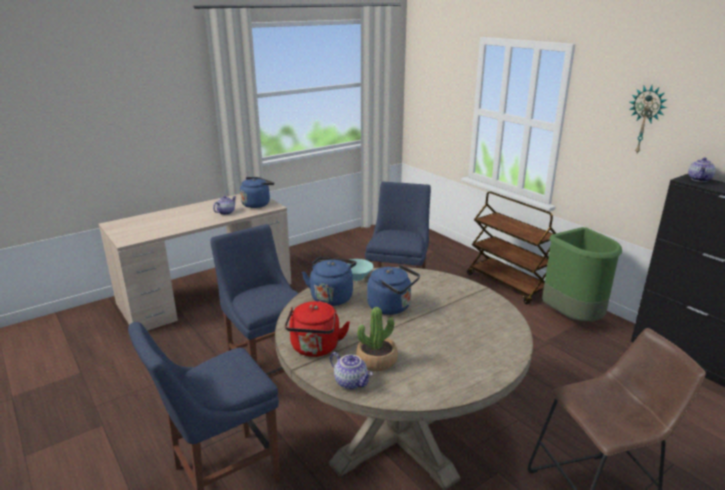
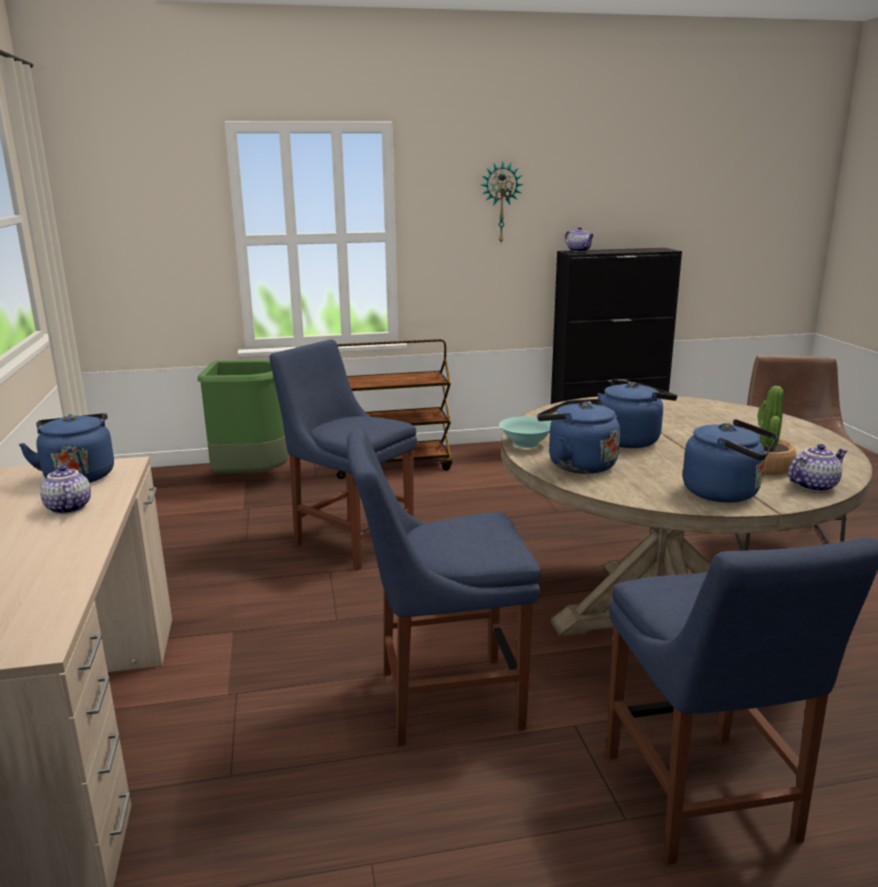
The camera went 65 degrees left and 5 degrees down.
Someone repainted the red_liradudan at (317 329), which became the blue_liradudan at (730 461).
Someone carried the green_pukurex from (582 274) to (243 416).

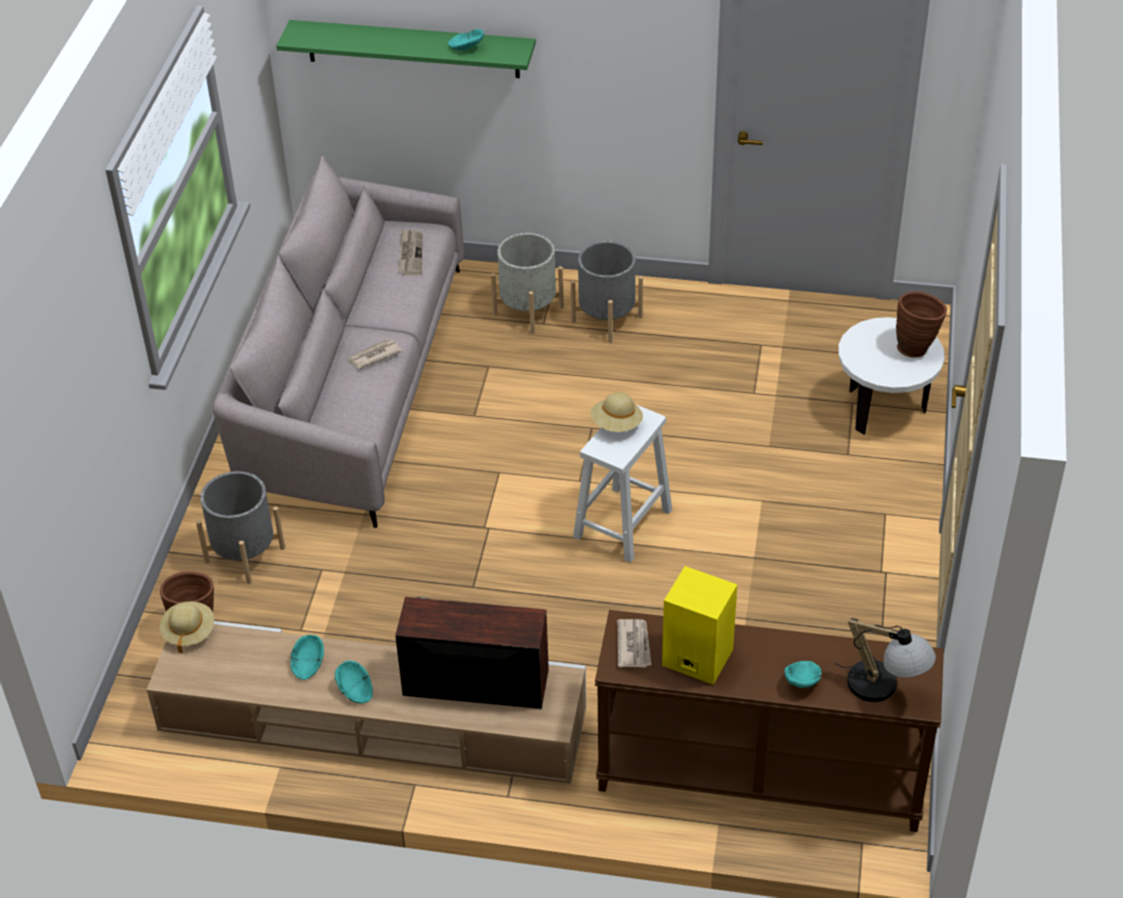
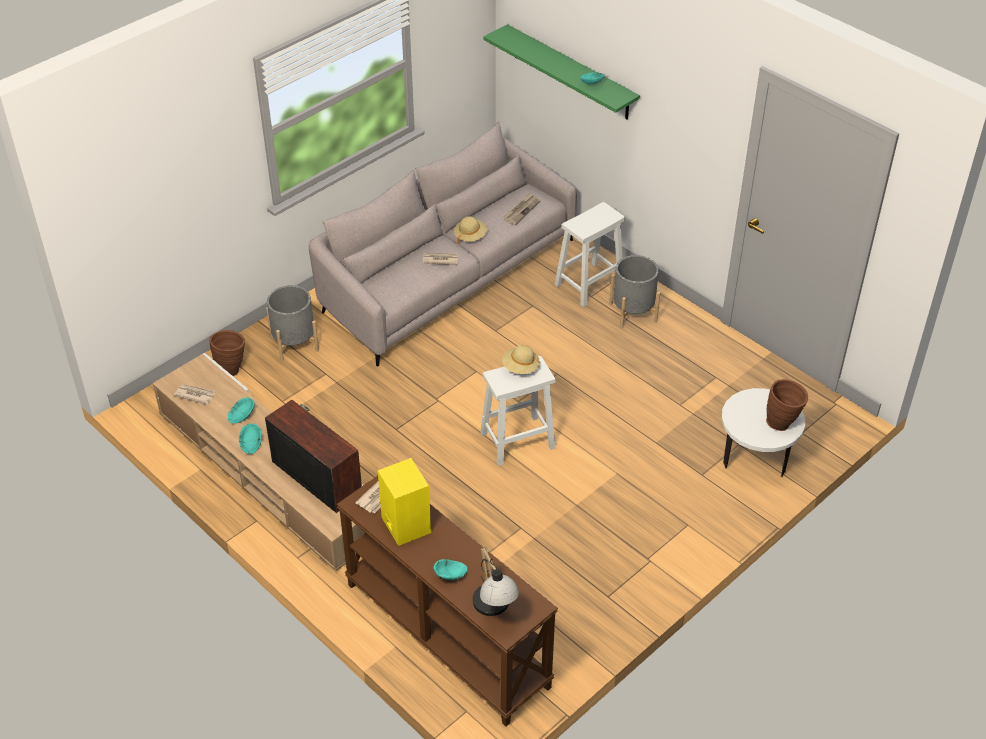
The camera went 35 degrees right and 0 degrees up.
Someone carried the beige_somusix from (187 628) to (470 230).
Someone swapped the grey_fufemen at (527 283) for the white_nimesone at (590 254).
Someone put down the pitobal at (194 394).

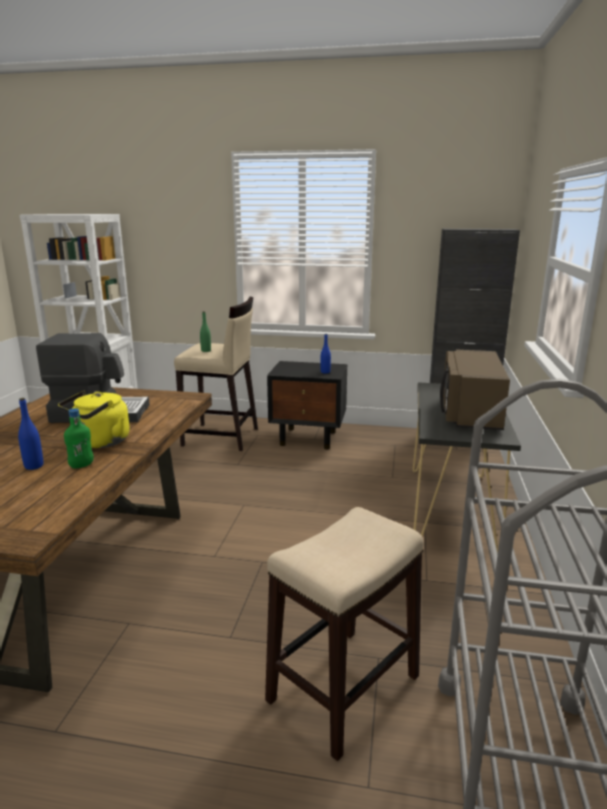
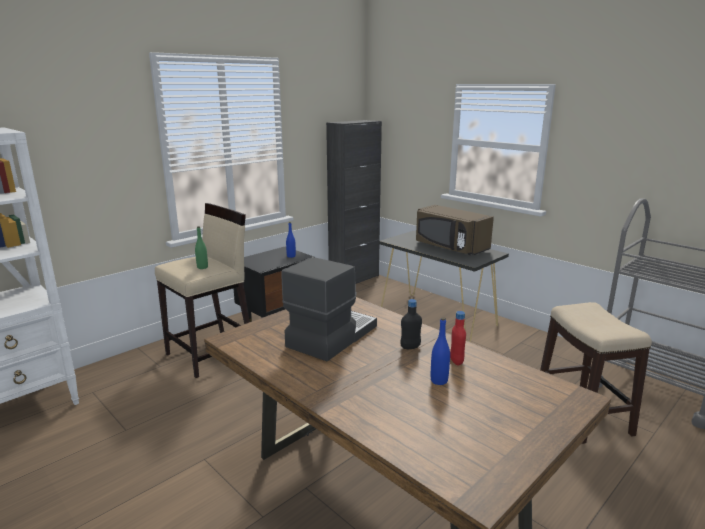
The camera went 55 degrees left and 0 degrees up.
Someone swapped the yellow_liradudan at (94 419) for the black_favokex at (411 324).
Someone repainted the green_favokex at (79 438), which became the red_favokex at (458 338).

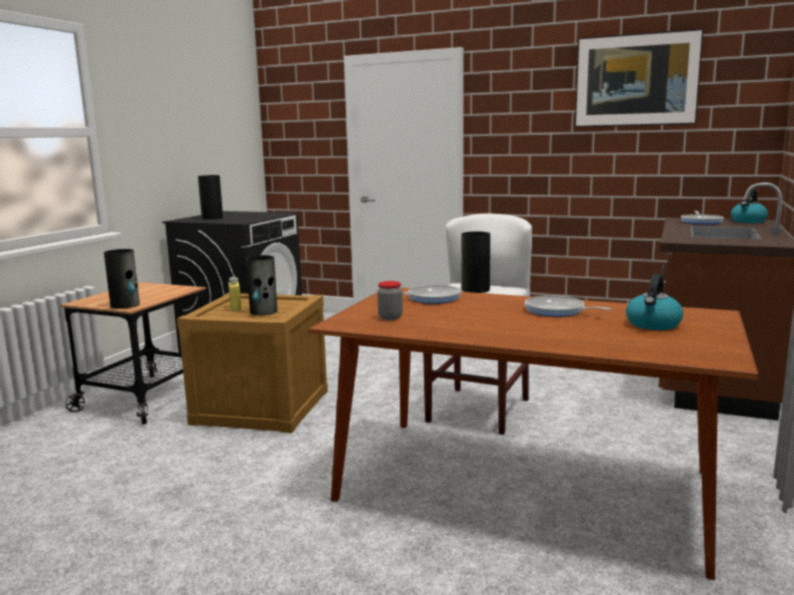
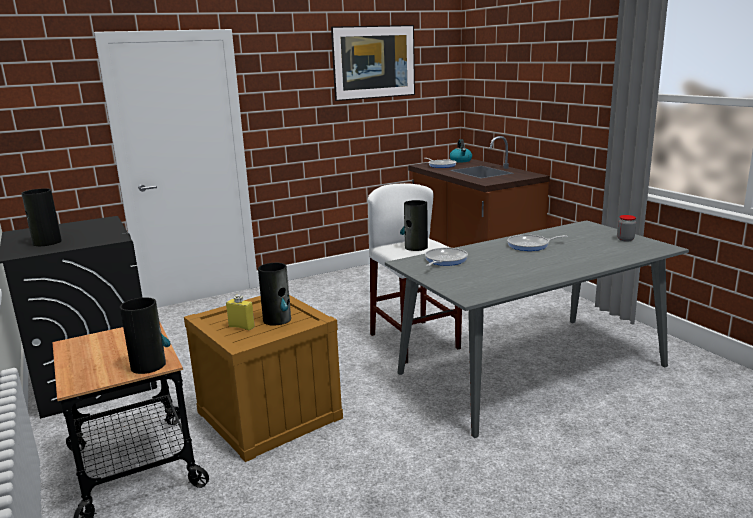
The camera went 50 degrees left and 5 degrees up.
Someone repainted the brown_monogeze at (533 433), which became the grey_monogeze at (537 329).
Someone carried the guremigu from (390 300) to (626 228).
Someone took away the liradudan at (654 302).

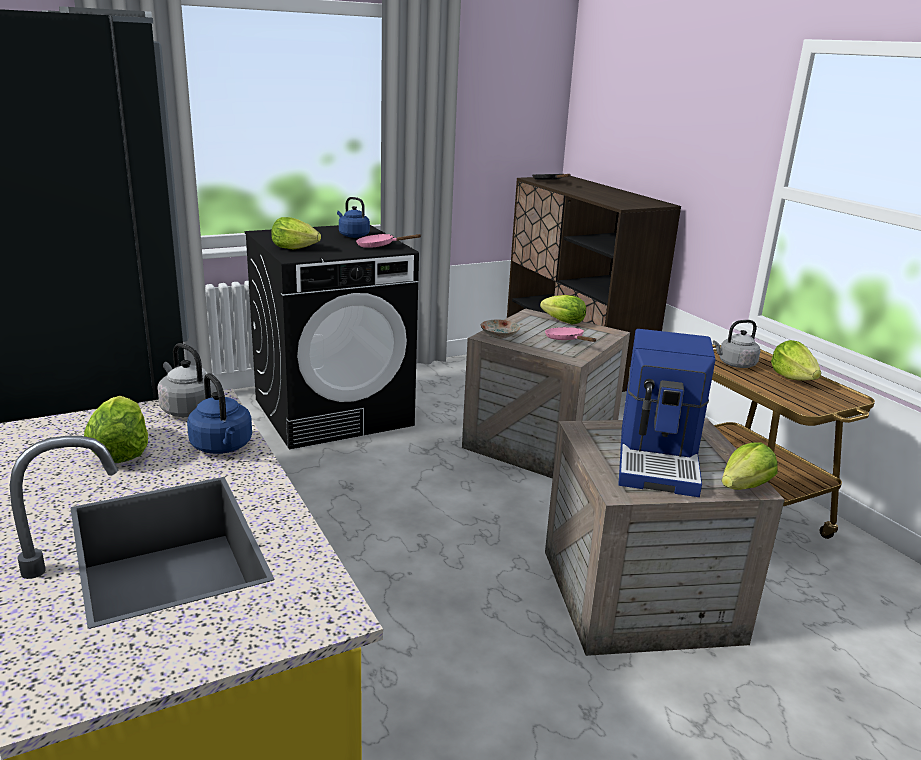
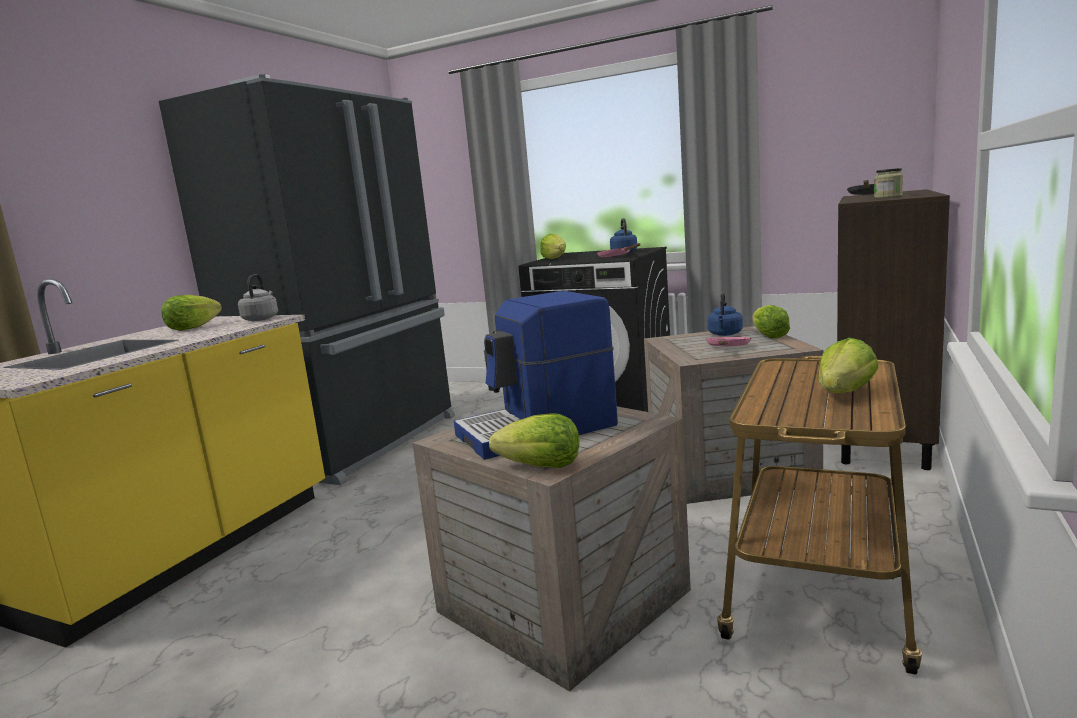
The camera went 55 degrees right and 10 degrees down.
Someone carried the blue_liradudan from (219 413) to (725 314).
Someone took away the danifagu at (500 329).
Someone took away the grey_liradudan at (736 344).
Someone put down the guremigu at (888 183).

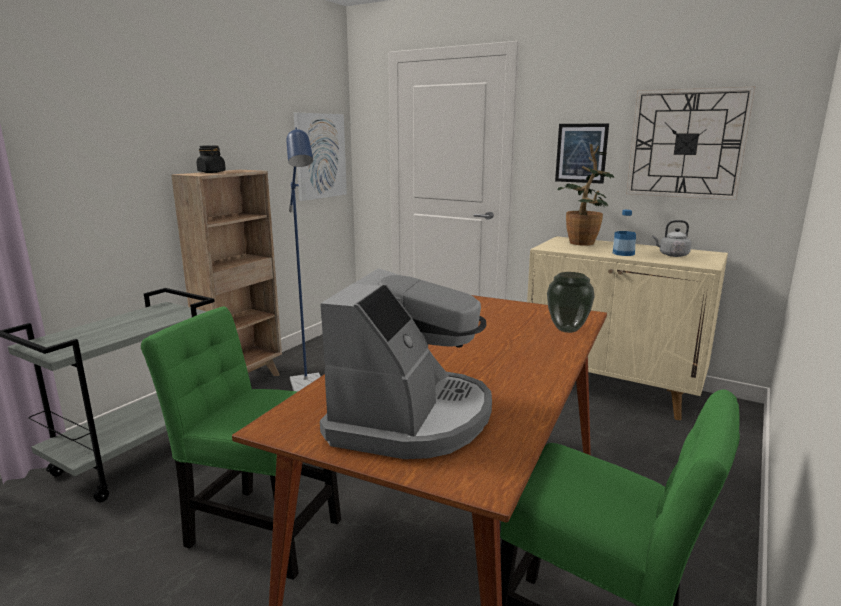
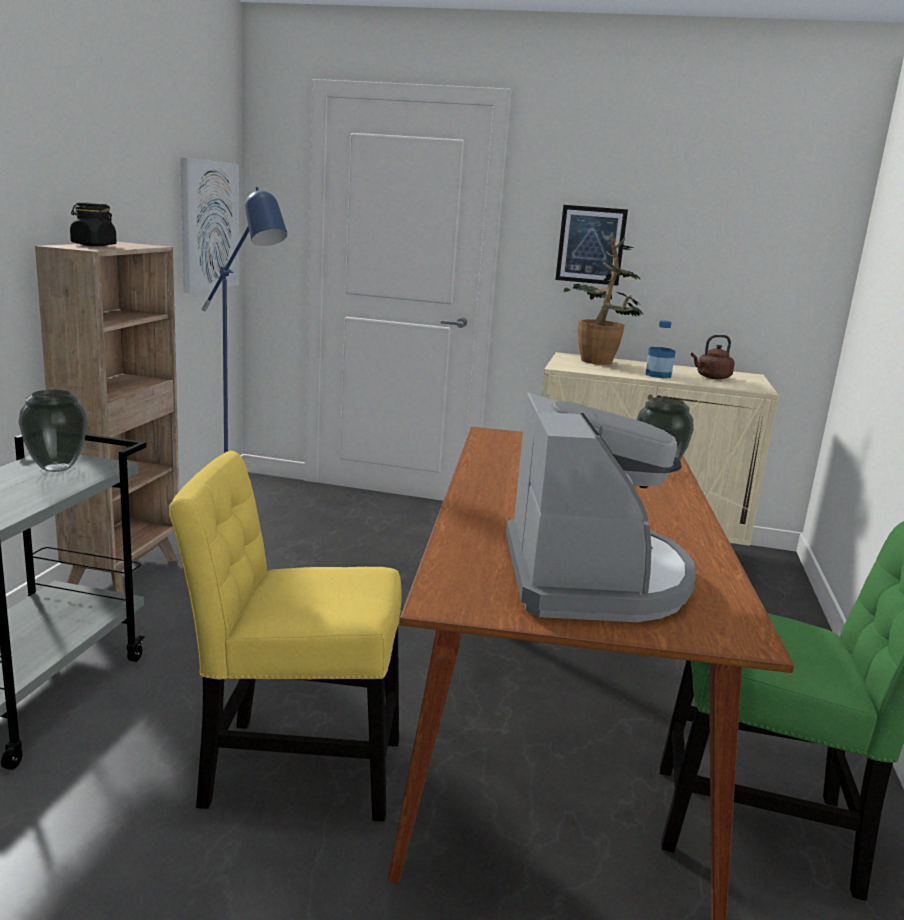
The camera went 20 degrees left and 0 degrees up.
Someone repainted the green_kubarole at (241 443), which became the yellow_kubarole at (285 636).
Someone took away the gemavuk at (690 143).
Someone repainted the grey_liradudan at (672 238), which became the brown_liradudan at (713 357).
Someone put down the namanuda at (52 431).

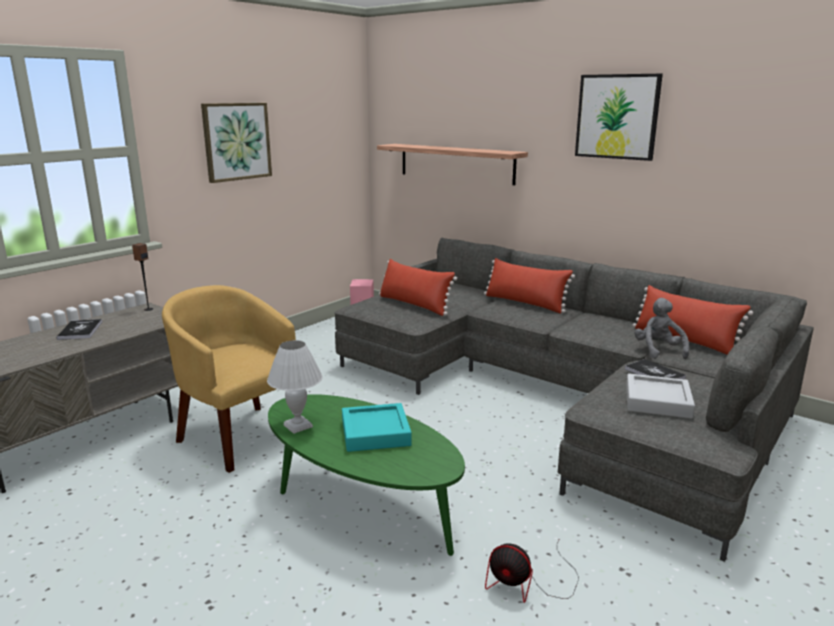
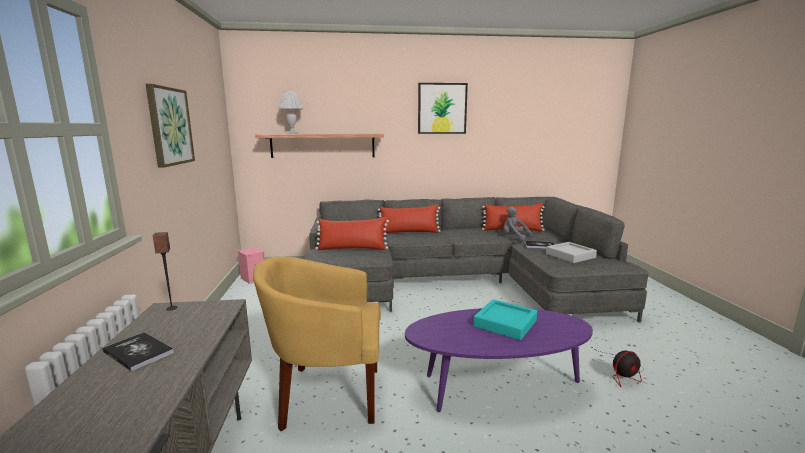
The camera went 45 degrees left and 5 degrees down.
Someone carried the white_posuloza from (295 387) to (290 112).
Someone repainted the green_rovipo at (366 475), which became the purple_rovipo at (499 360).

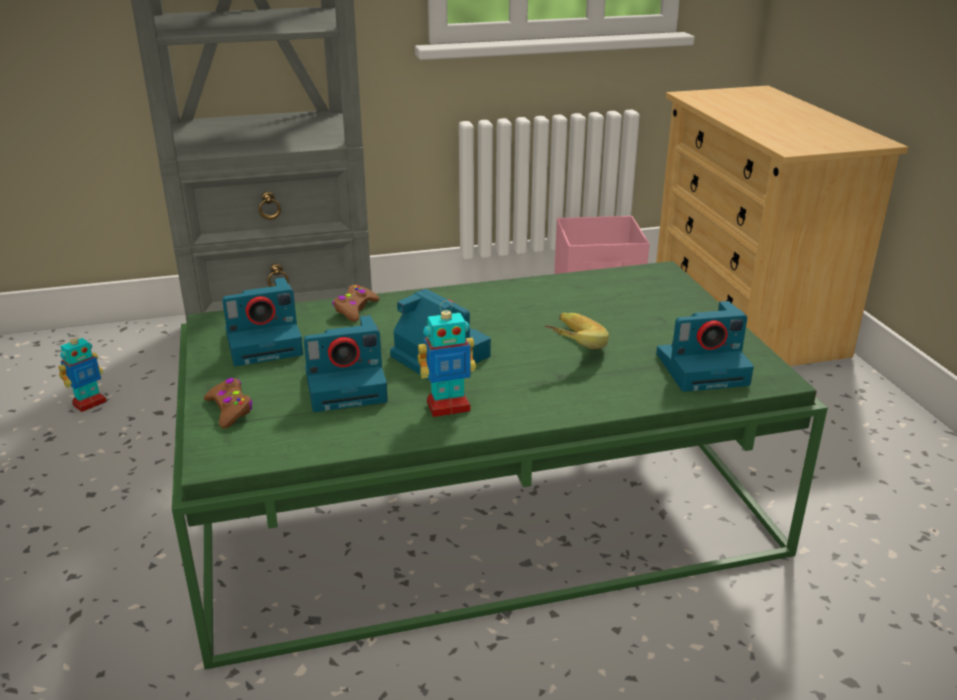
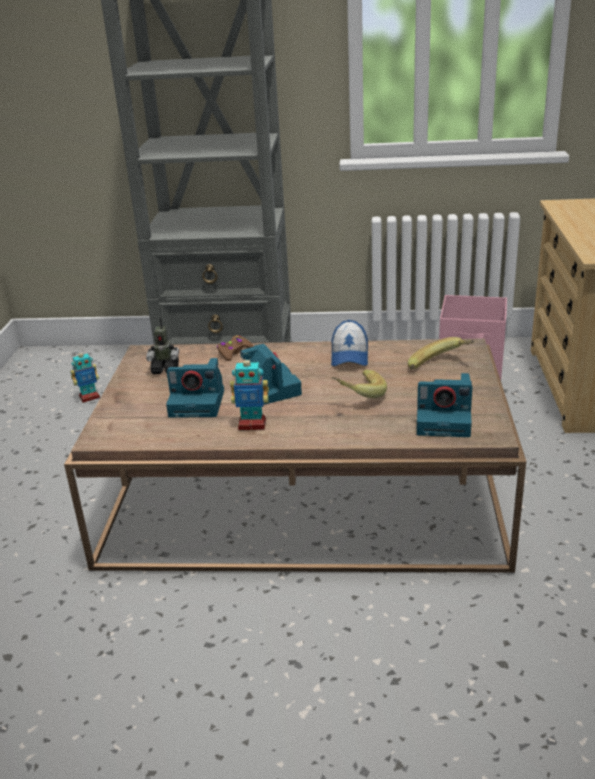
The camera went 20 degrees right and 0 degrees up.
Someone repainted the green_rovipo at (500 466), which became the brown_rovipo at (295 455).
Someone took away the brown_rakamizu at (228 403).
Someone swapped the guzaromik at (262 321) for the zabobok at (162 345).
Someone put down the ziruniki at (349 343).
Someone put down the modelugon at (441 353).

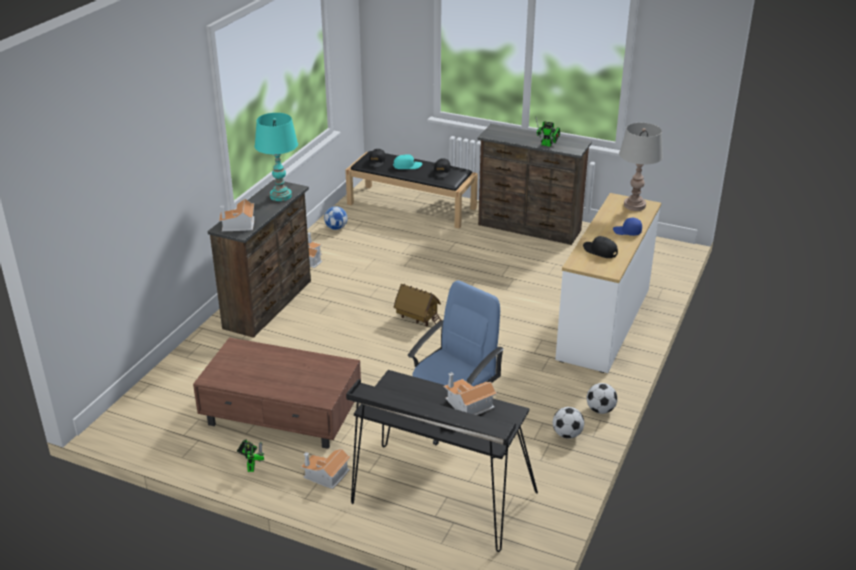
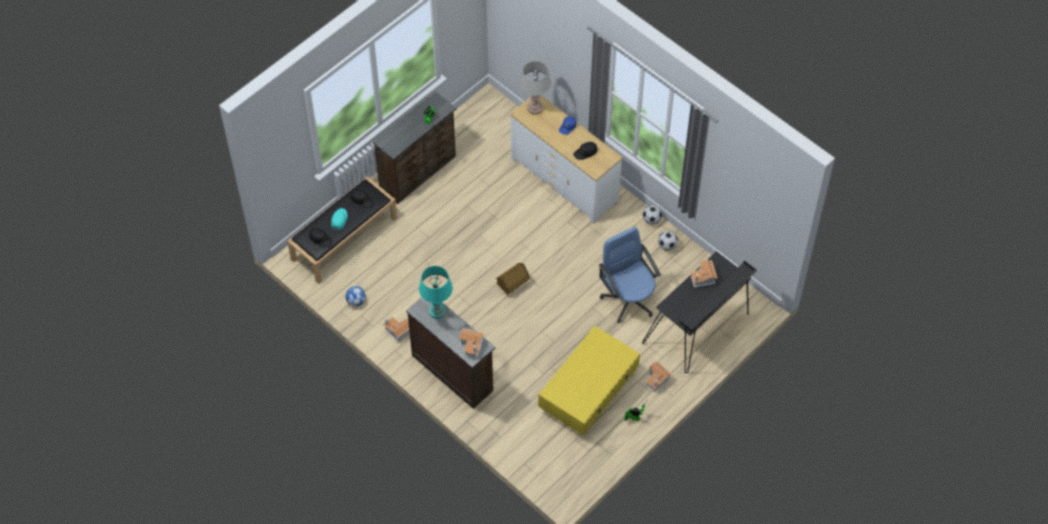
The camera went 70 degrees left and 25 degrees up.
Someone repainted the brown_rovipo at (277 393), which became the yellow_rovipo at (589 381).

